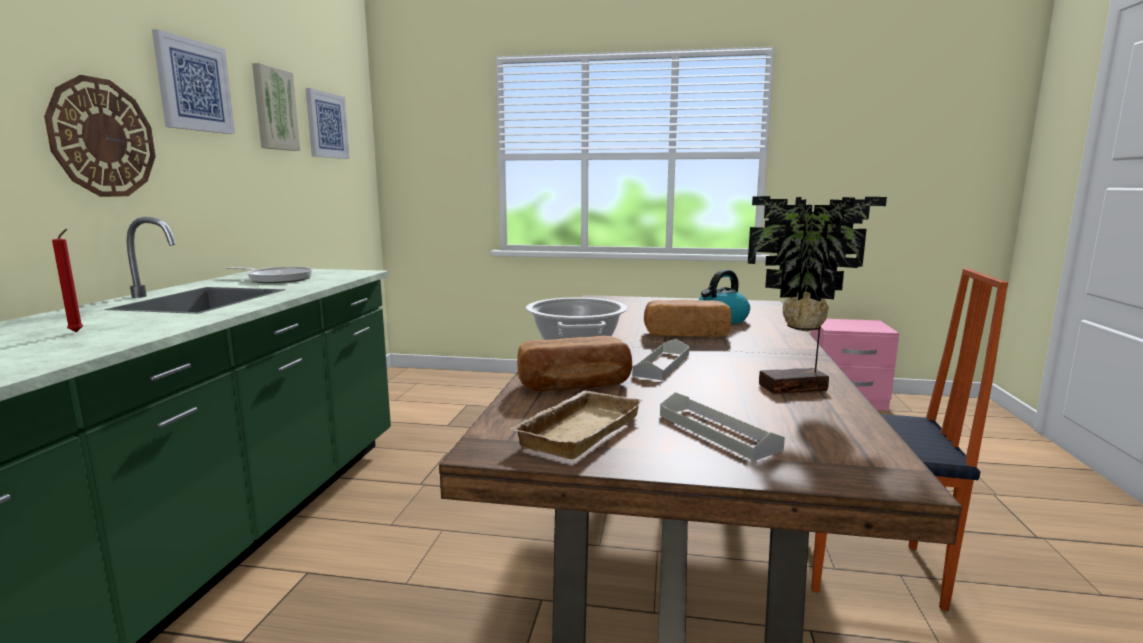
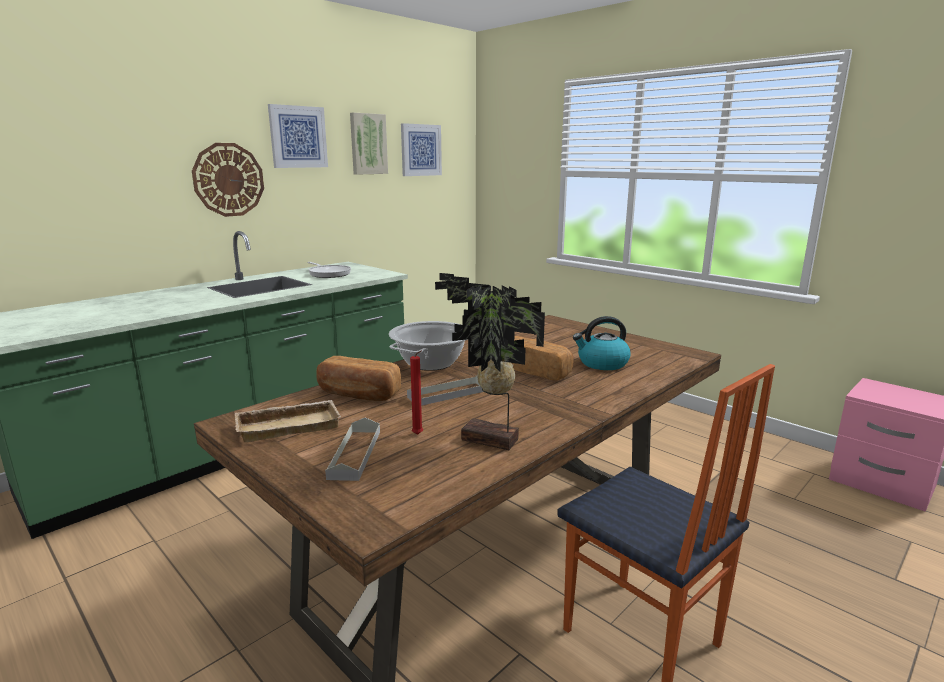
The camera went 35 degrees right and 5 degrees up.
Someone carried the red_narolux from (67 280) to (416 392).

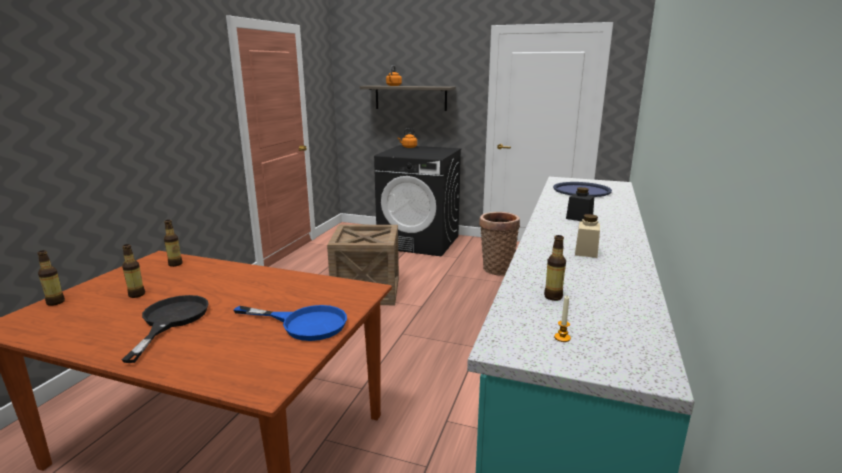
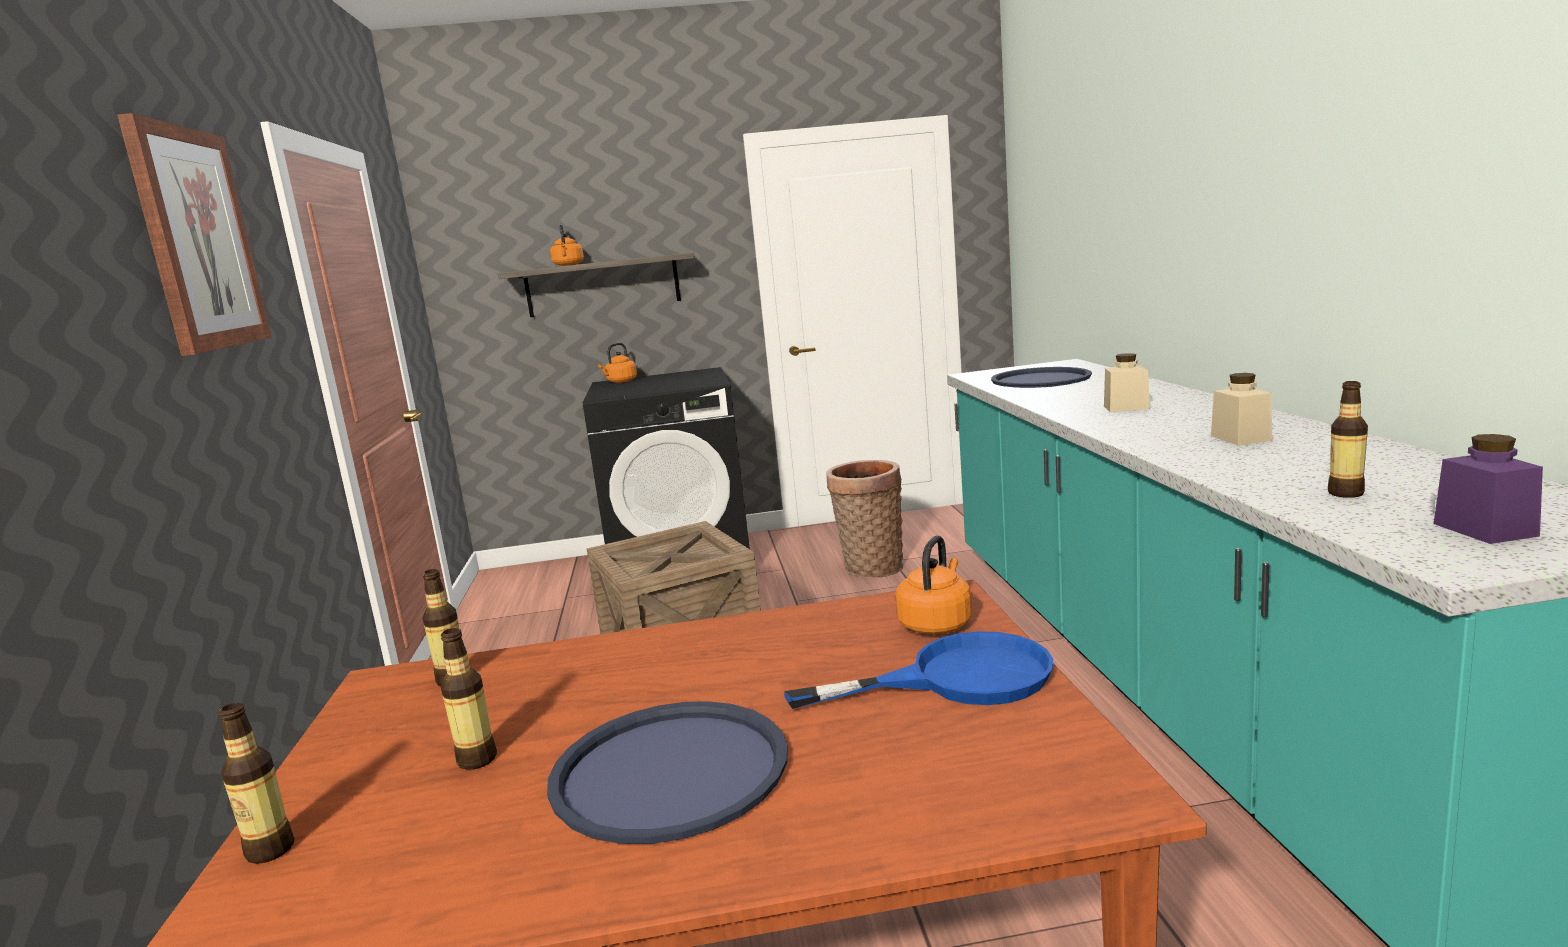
The camera went 25 degrees left and 5 degrees down.
Someone swapped the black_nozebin at (165 329) for the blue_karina at (667 772).
Someone swapped the narolux at (562 319) for the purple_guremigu at (1488 489).
Someone repainted the black_guremigu at (580 204), which became the beige_guremigu at (1127 382).
Someone put up the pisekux at (194 234).
Someone put down the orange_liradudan at (933 584).

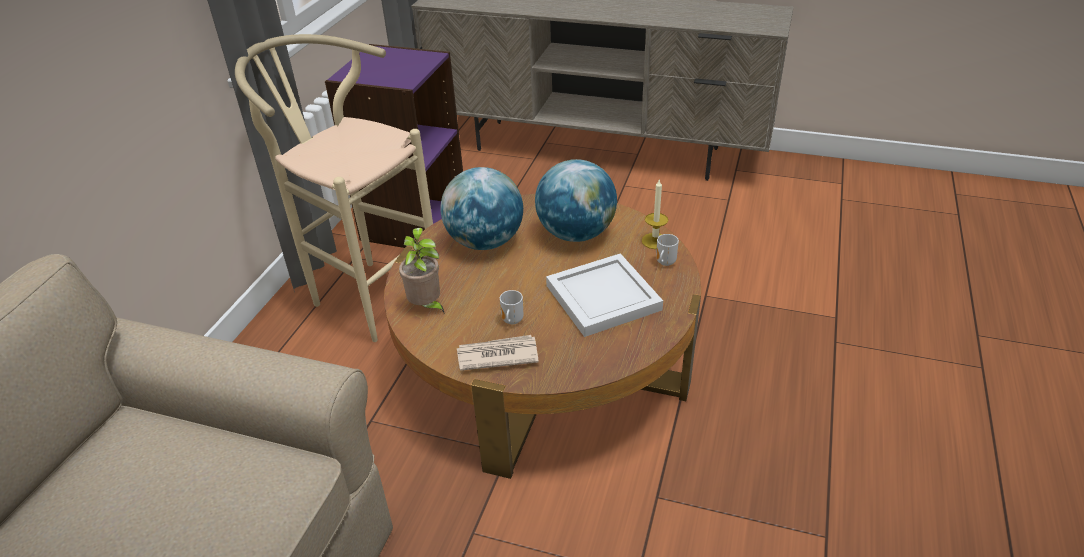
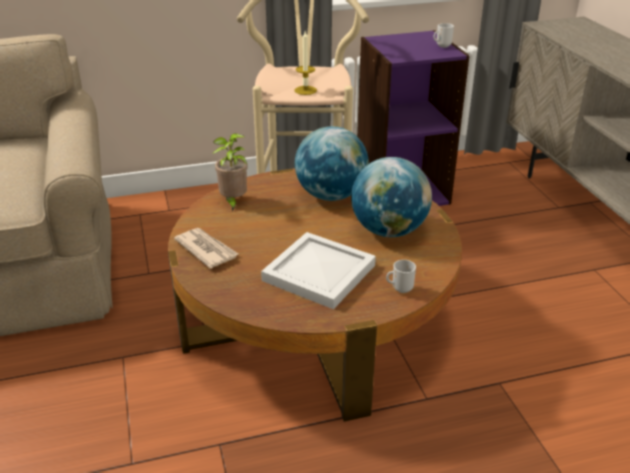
The camera went 55 degrees right and 5 degrees down.
Someone carried the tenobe from (511 307) to (443 35).
Someone carried the narolux from (655 214) to (305 63).

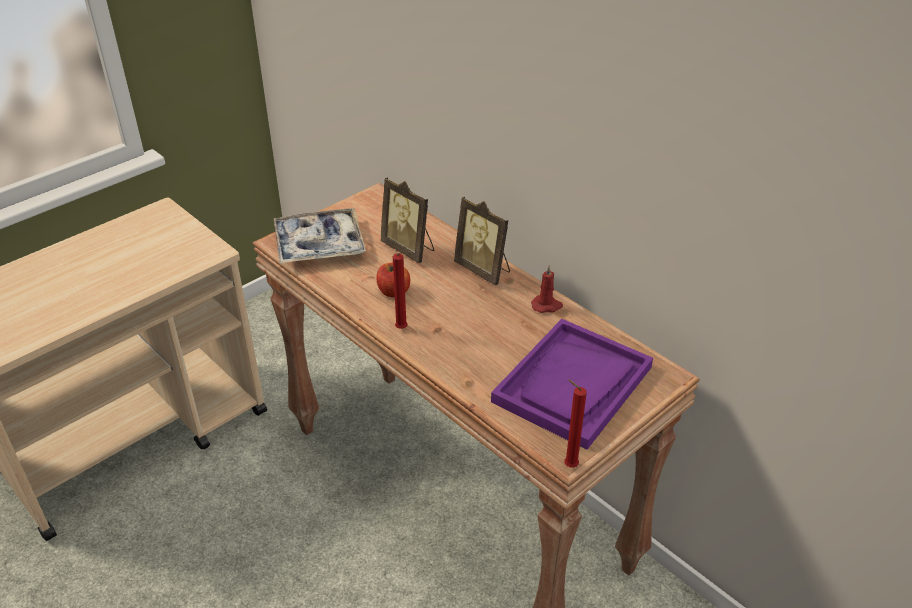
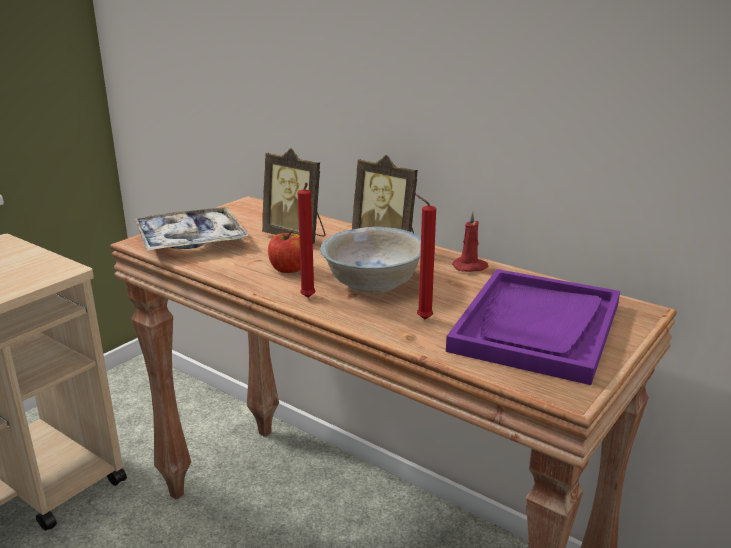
The camera went 10 degrees left and 15 degrees down.
Someone carried the red_narolux from (575 423) to (425 256).
Someone put down the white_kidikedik at (370 260).

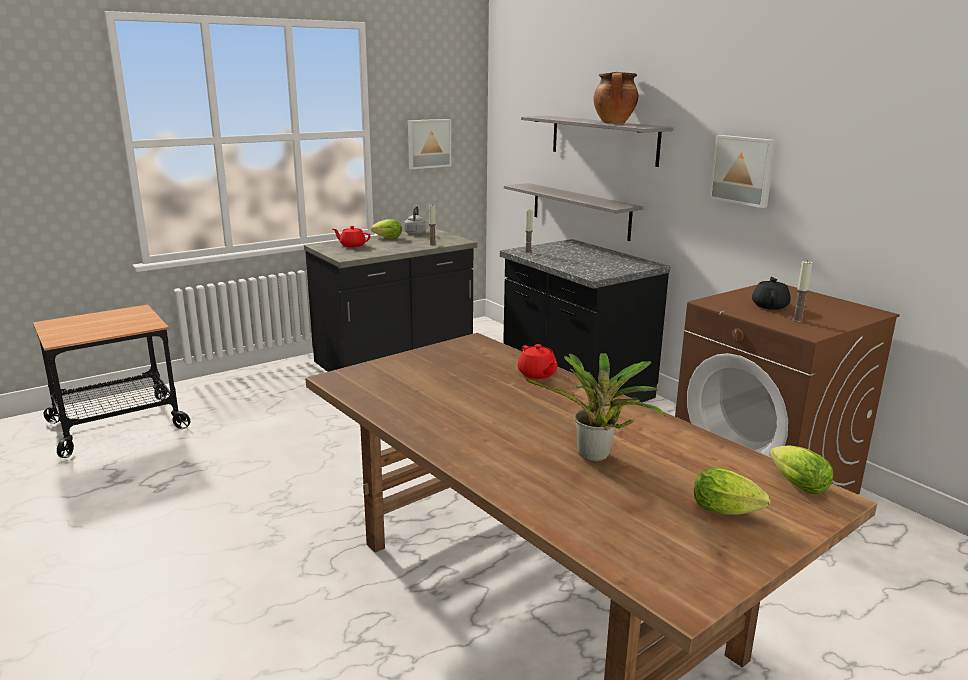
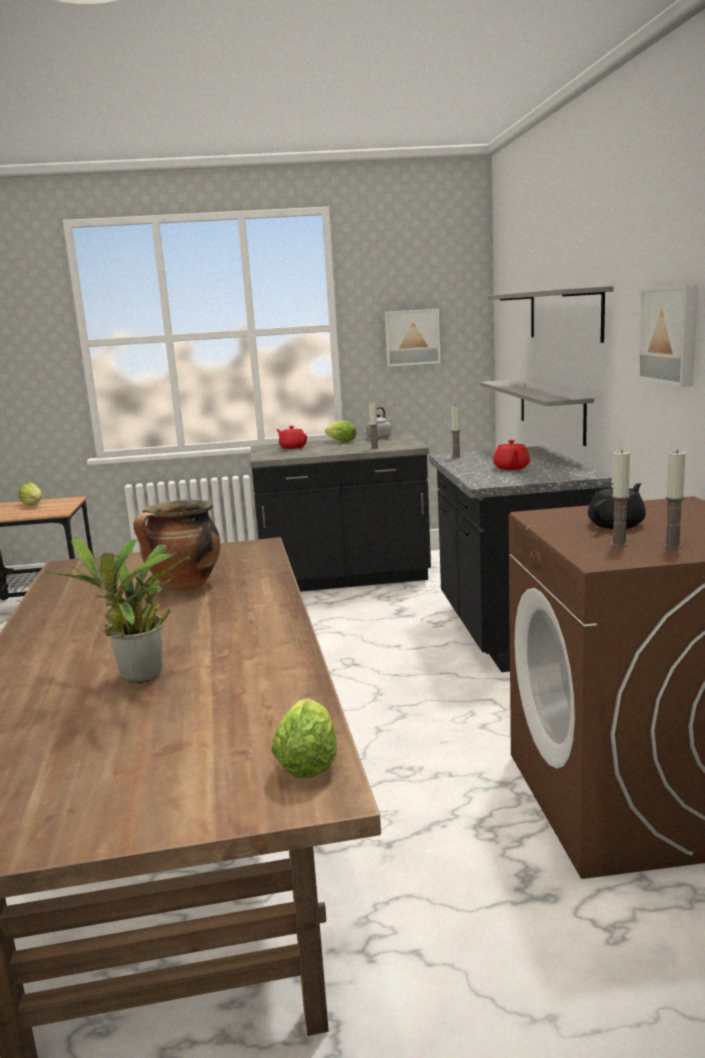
The camera went 30 degrees right and 5 degrees down.
Someone carried the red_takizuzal from (537 361) to (511 455).
Someone carried the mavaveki from (615 98) to (176 545).
Someone carried the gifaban from (732 491) to (30 493).
Someone put down the narolux at (675 499).

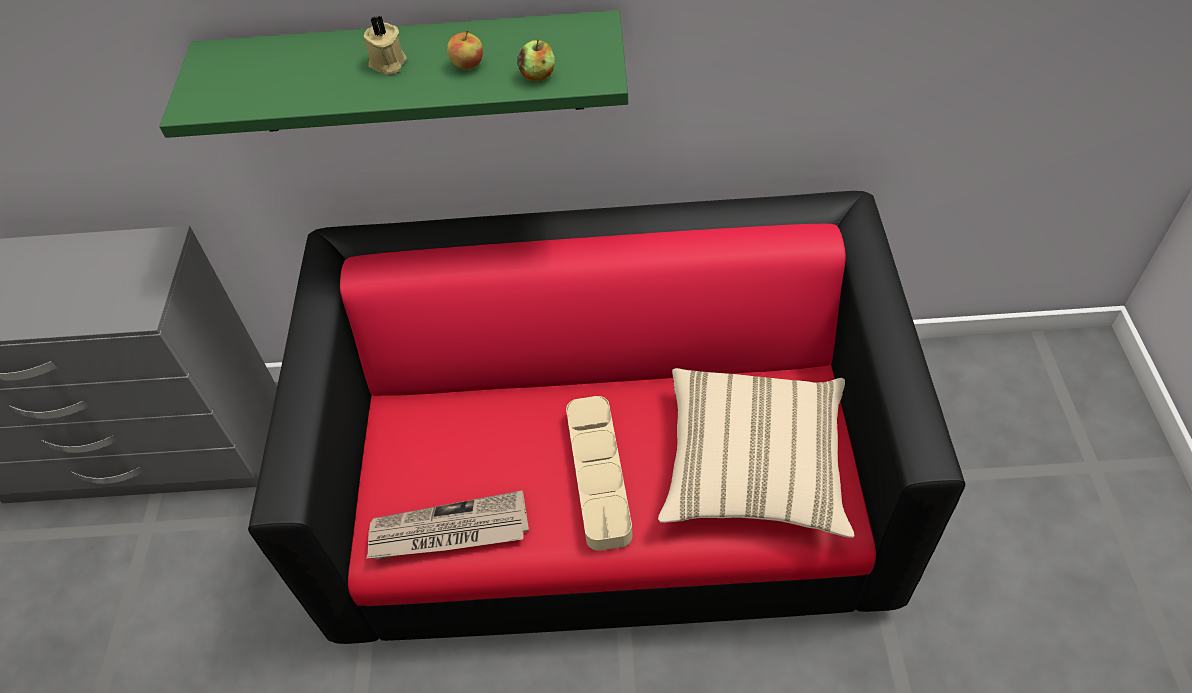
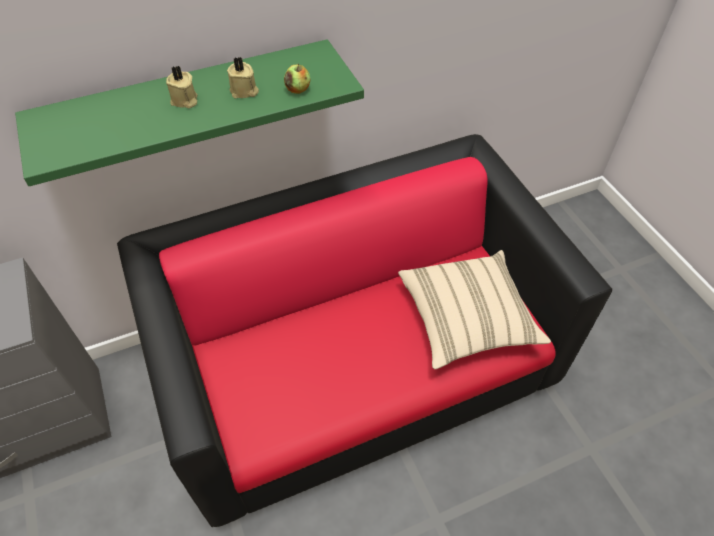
The camera went 25 degrees left and 0 degrees up.
Someone took away the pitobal at (447 525).
Someone swapped the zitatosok at (465 49) for the beige_narolux at (243 77).
Someone took away the beige_karina at (599 473).

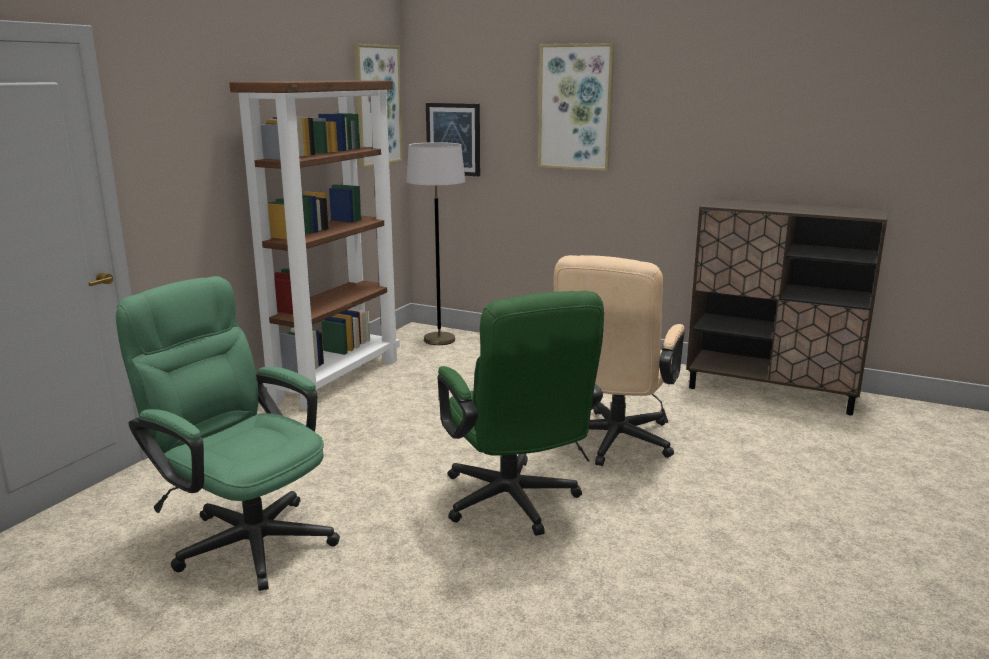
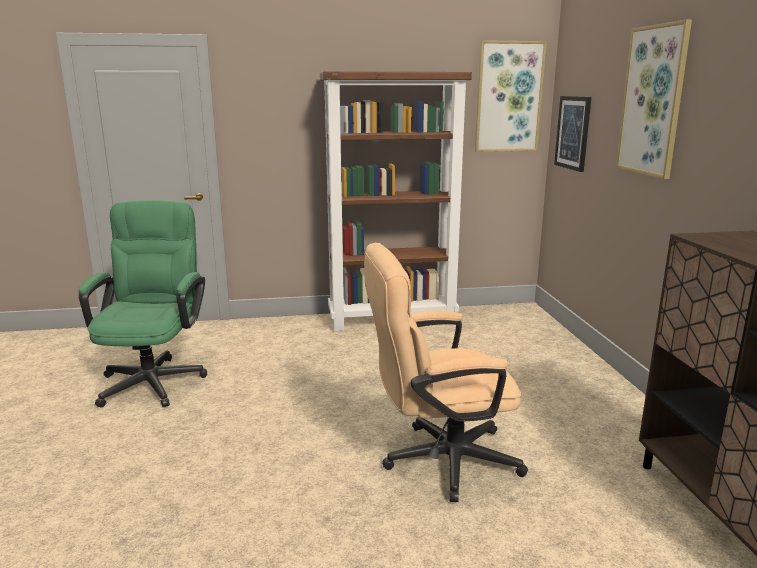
The camera went 55 degrees right and 0 degrees up.
Someone took away the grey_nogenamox at (435 243).
Someone took away the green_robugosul at (520 413).

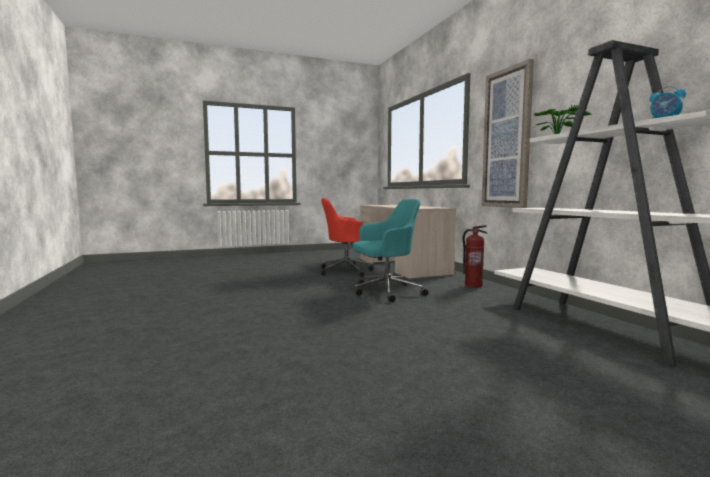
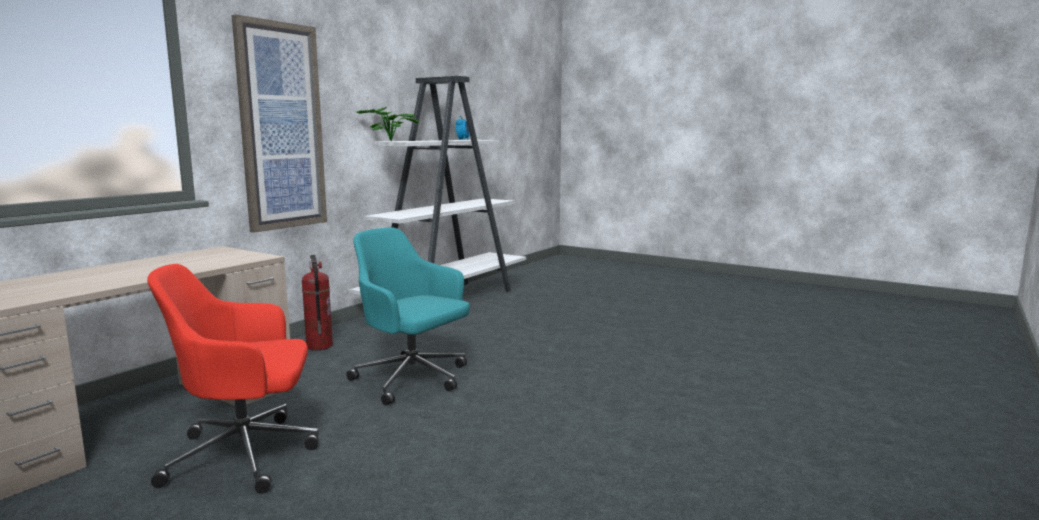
The camera went 125 degrees left and 5 degrees up.
Someone rotated the red_robugosul at (347 237) by 120 degrees clockwise.

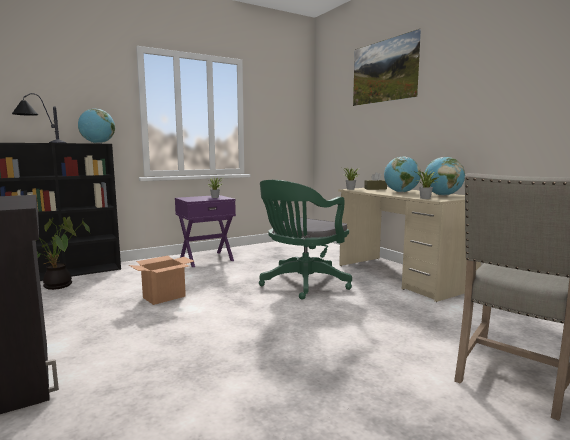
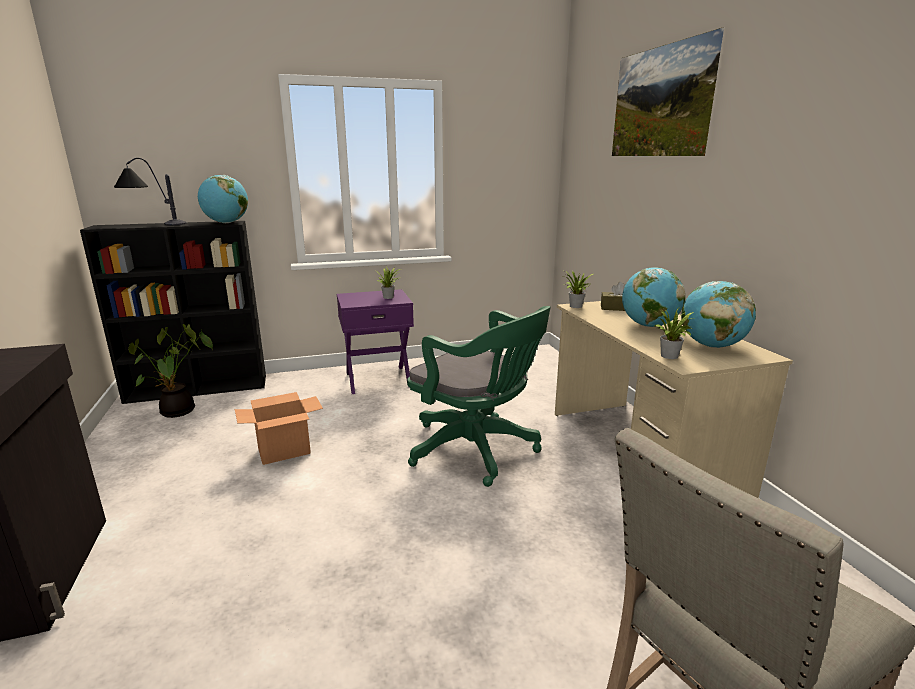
The camera went 15 degrees right and 10 degrees up.
Someone rotated the green_robugosul at (305 240) by 105 degrees counterclockwise.

